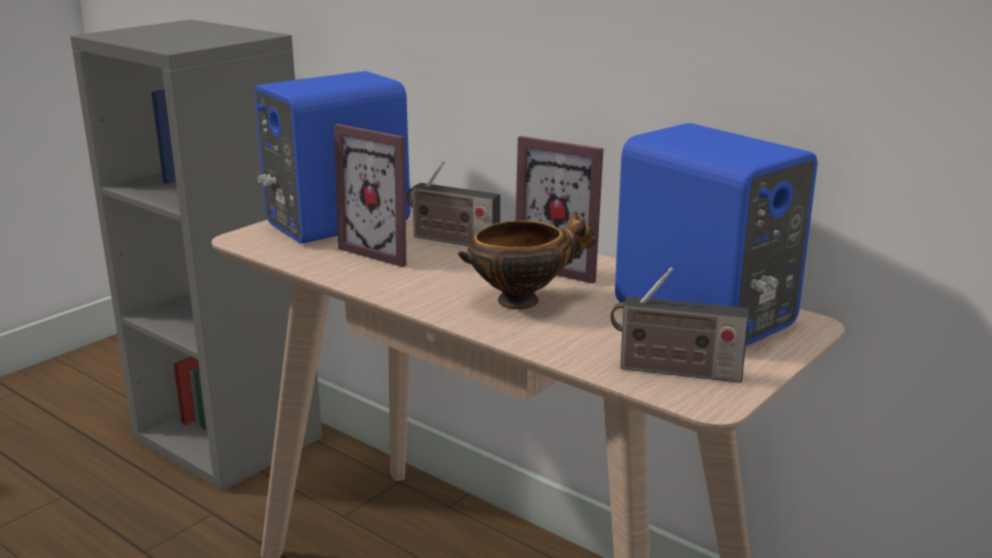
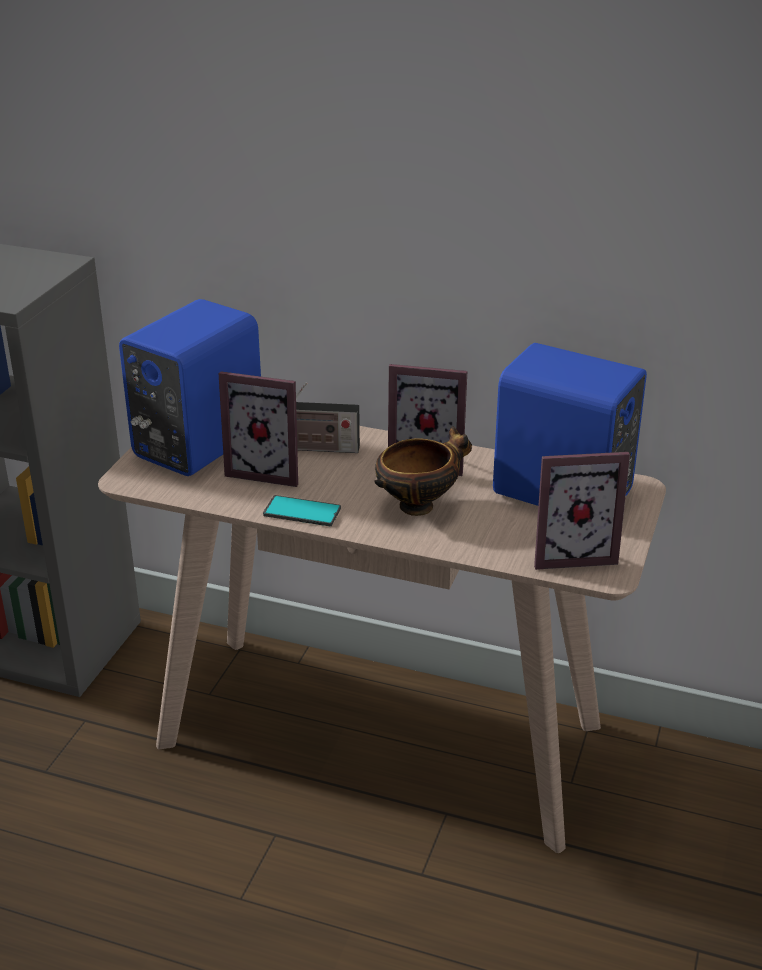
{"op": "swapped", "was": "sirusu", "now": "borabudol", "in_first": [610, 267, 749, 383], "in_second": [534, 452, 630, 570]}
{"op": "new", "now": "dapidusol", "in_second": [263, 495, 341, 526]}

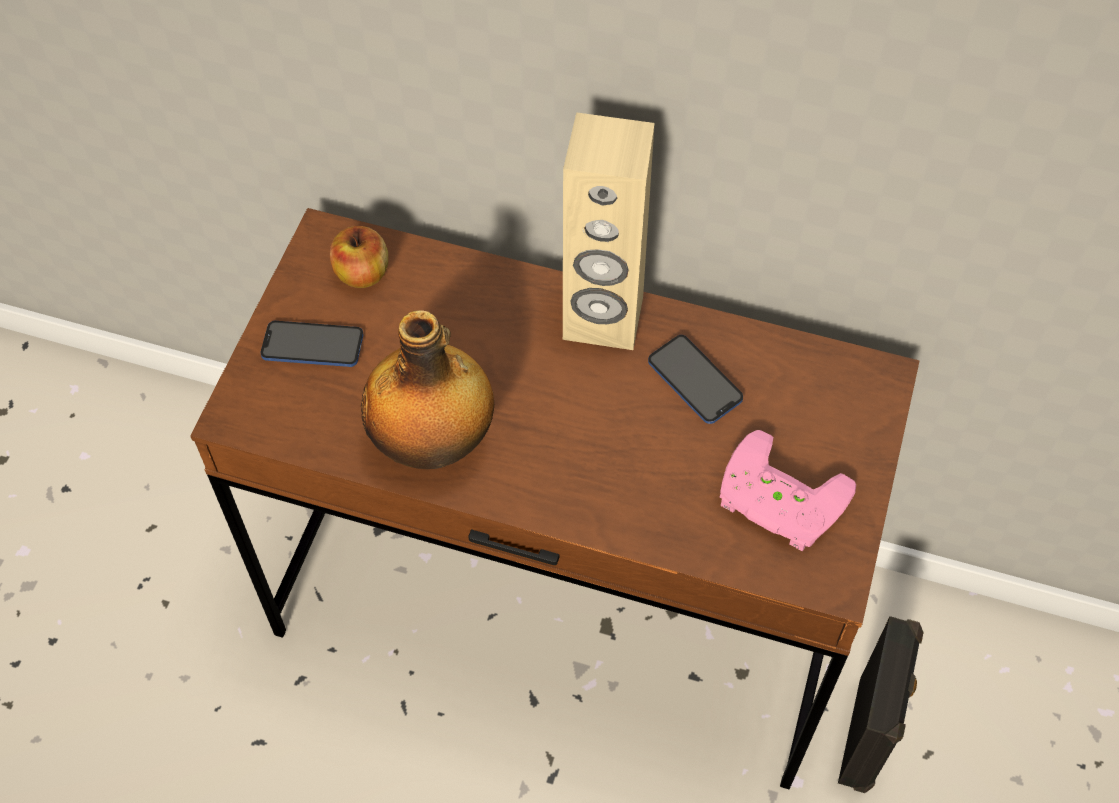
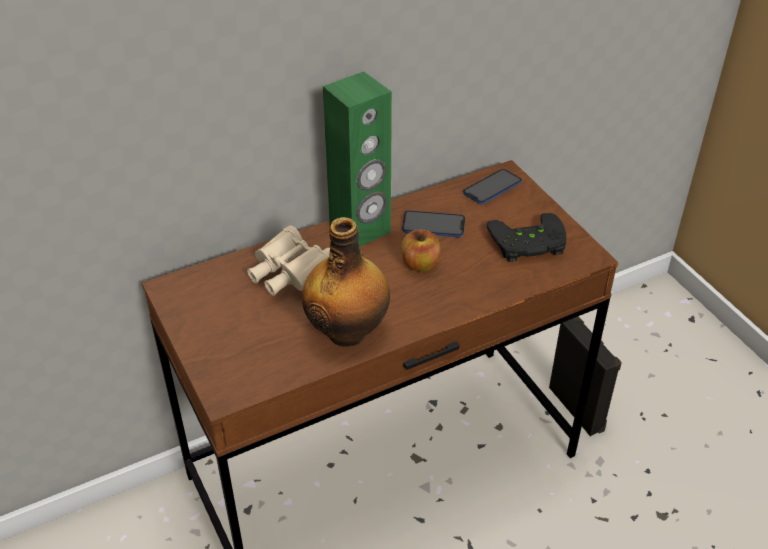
{"op": "repainted", "was": "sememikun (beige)", "now": "sememikun (green)", "in_first": [563, 112, 655, 350], "in_second": [323, 72, 392, 247]}
{"op": "shifted", "was": "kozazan", "in_first": [330, 226, 388, 288], "in_second": [401, 230, 441, 272]}
{"op": "shifted", "was": "dapidusol", "in_first": [261, 321, 364, 367], "in_second": [463, 169, 522, 204]}
{"op": "repainted", "was": "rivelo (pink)", "now": "rivelo (black)", "in_first": [720, 430, 856, 551], "in_second": [487, 213, 566, 262]}
{"op": "new", "now": "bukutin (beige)", "in_second": [247, 226, 330, 296]}

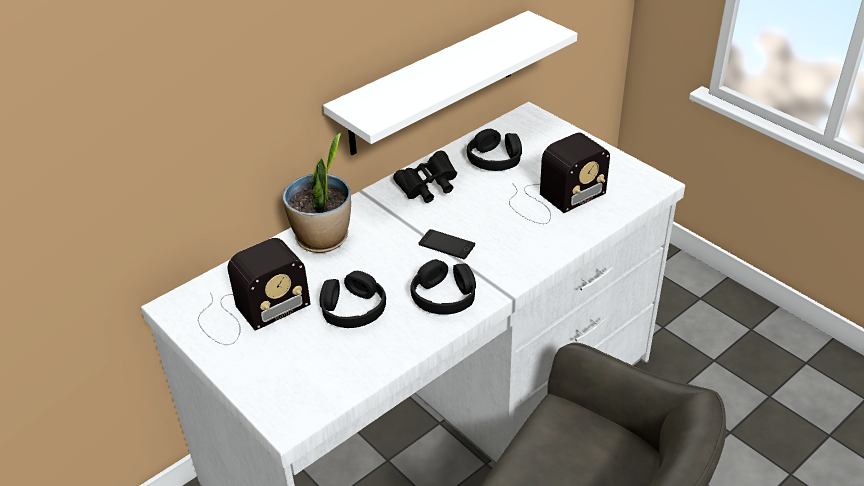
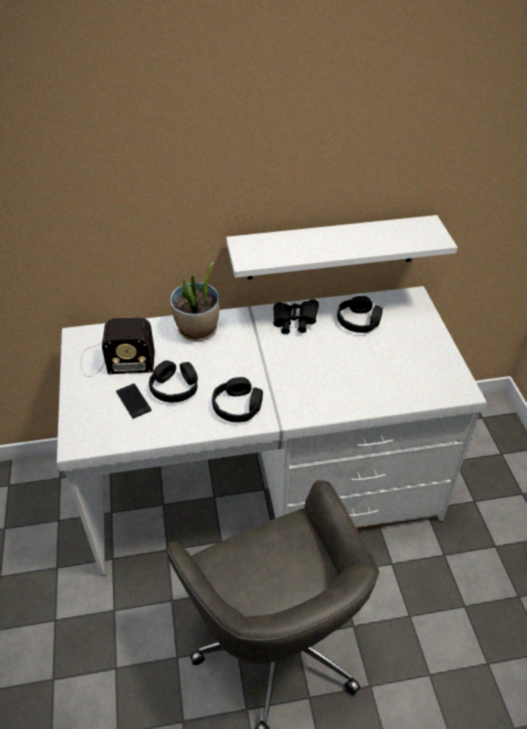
{"op": "gone", "was": "sirusu", "in_first": [509, 132, 610, 224]}
{"op": "shifted", "was": "dapidusol", "in_first": [419, 229, 475, 259], "in_second": [116, 384, 151, 418]}

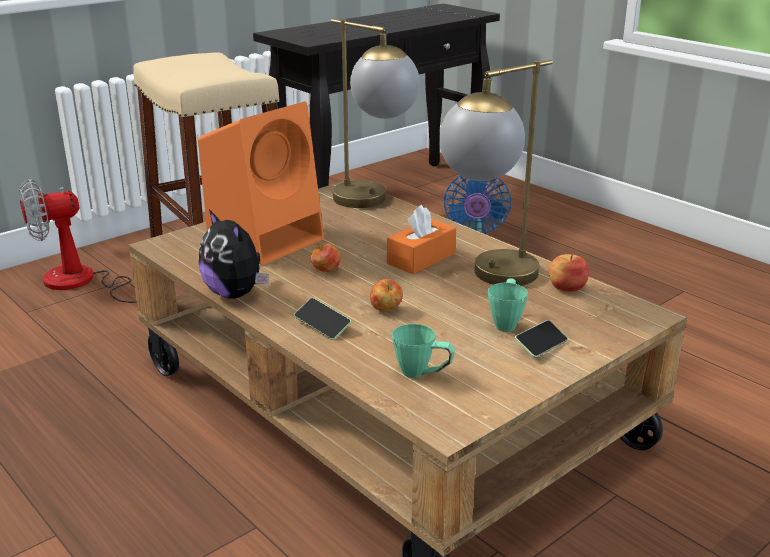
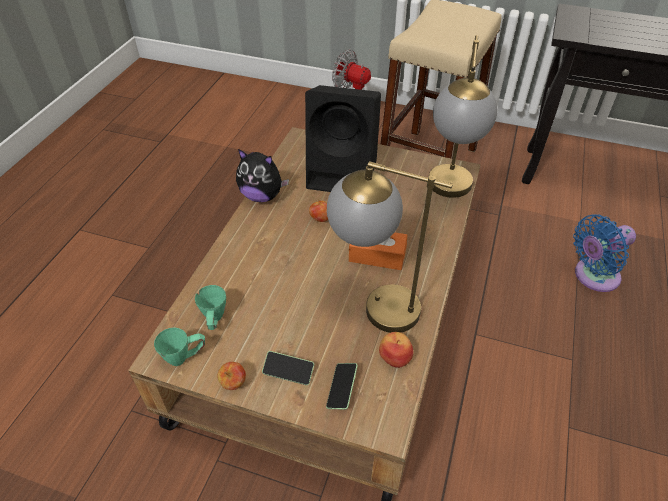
{"op": "repainted", "was": "sememikun (orange)", "now": "sememikun (black)", "in_first": [198, 102, 324, 265], "in_second": [305, 85, 381, 192]}
{"op": "rotated", "was": "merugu", "in_first": [199, 209, 269, 299], "in_second": [236, 149, 289, 202], "clockwise": -90}
{"op": "shifted", "was": "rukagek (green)", "in_first": [488, 278, 528, 332], "in_second": [154, 328, 205, 366]}
{"op": "shifted", "was": "kozazan", "in_first": [370, 279, 403, 312], "in_second": [217, 362, 246, 390]}
{"op": "shifted", "was": "dapidusol", "in_first": [294, 298, 351, 340], "in_second": [326, 363, 358, 410]}

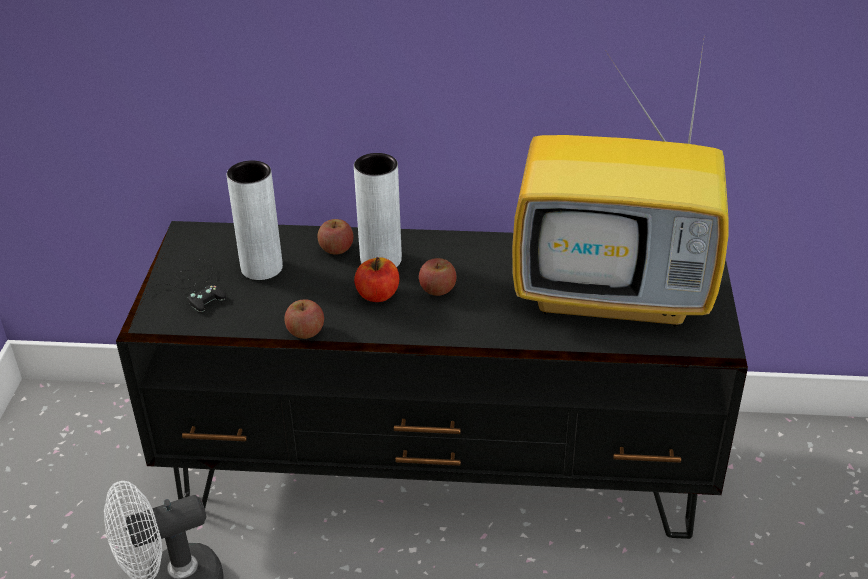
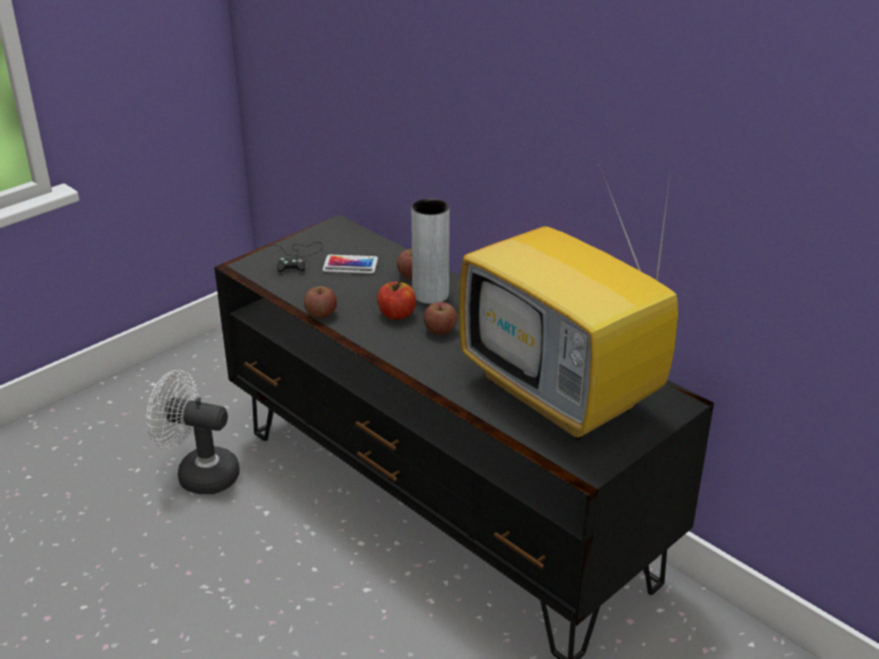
{"op": "swapped", "was": "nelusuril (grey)", "now": "dapidusol", "in_first": [226, 160, 283, 280], "in_second": [322, 255, 378, 274]}

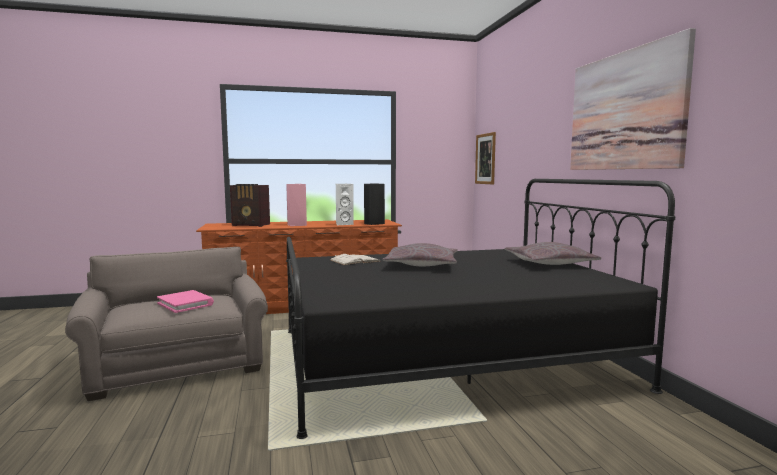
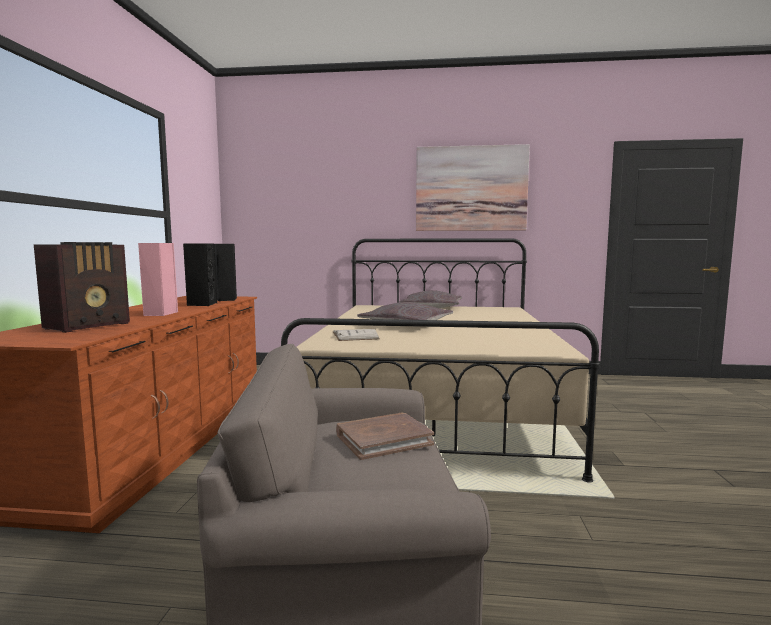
{"op": "gone", "was": "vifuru", "in_first": [475, 132, 496, 184]}
{"op": "repainted", "was": "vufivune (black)", "now": "vufivune (beige)", "in_first": [286, 179, 675, 439], "in_second": [281, 238, 600, 483]}
{"op": "repainted", "was": "sememikun (white)", "now": "sememikun (black)", "in_first": [336, 184, 354, 225], "in_second": [183, 243, 217, 306]}
{"op": "repainted", "was": "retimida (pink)", "now": "retimida (brown)", "in_first": [157, 290, 214, 313], "in_second": [336, 413, 434, 460]}

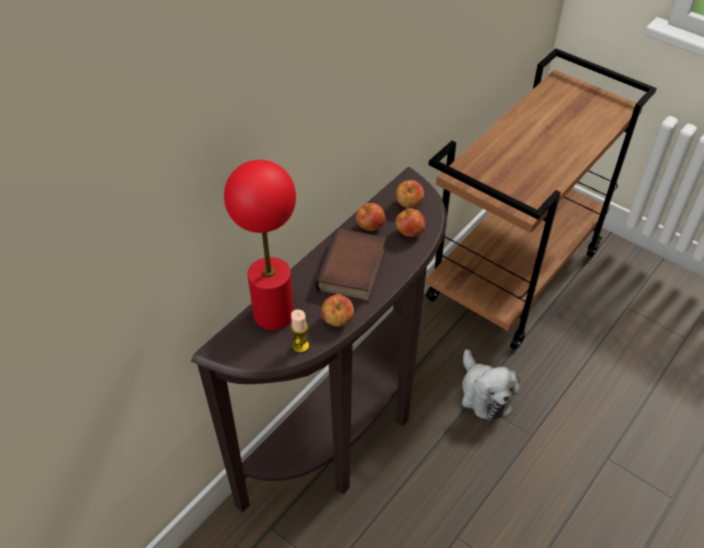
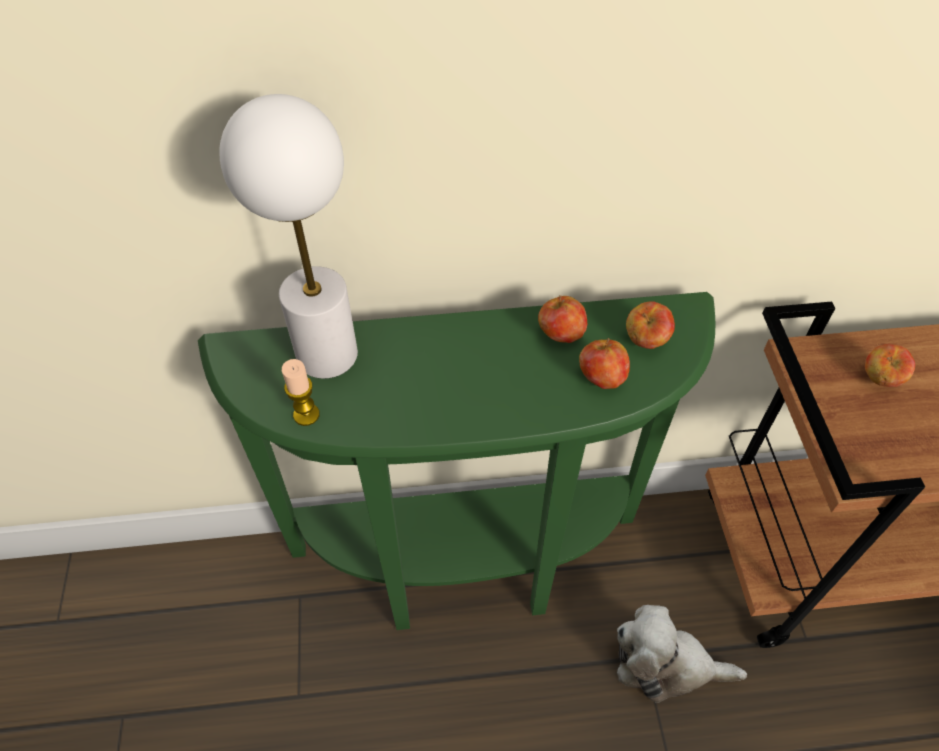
{"op": "repainted", "was": "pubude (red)", "now": "pubude (white)", "in_first": [224, 160, 296, 330], "in_second": [220, 94, 358, 379]}
{"op": "repainted", "was": "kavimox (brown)", "now": "kavimox (green)", "in_first": [191, 167, 447, 512], "in_second": [198, 292, 715, 630]}
{"op": "gone", "was": "retimida", "in_first": [315, 228, 386, 302]}
{"op": "shifted", "was": "kozazan", "in_first": [321, 294, 354, 327], "in_second": [865, 344, 915, 387]}
{"op": "rotated", "was": "merugu", "in_first": [462, 349, 520, 421], "in_second": [617, 605, 747, 703], "clockwise": 75}

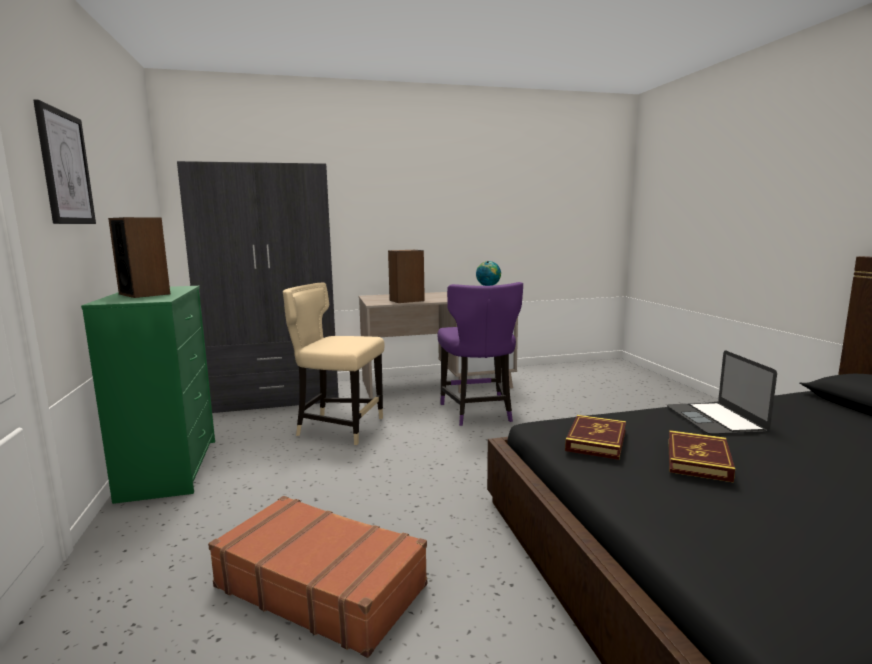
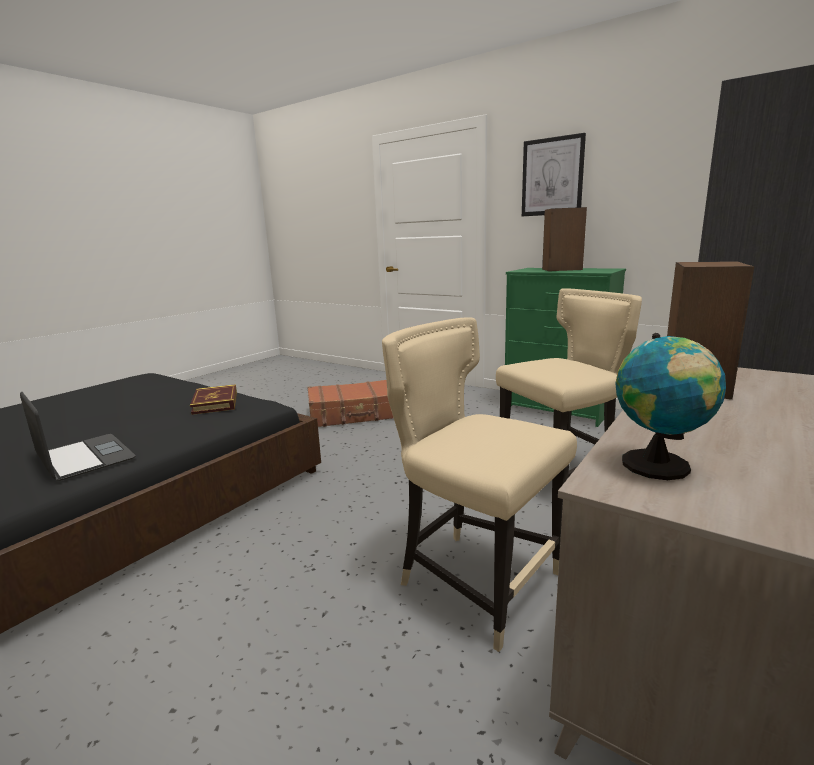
{"op": "repainted", "was": "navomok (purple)", "now": "navomok (beige)", "in_first": [438, 282, 523, 426], "in_second": [382, 317, 577, 652]}
{"op": "gone", "was": "retimida", "in_first": [668, 430, 735, 482]}

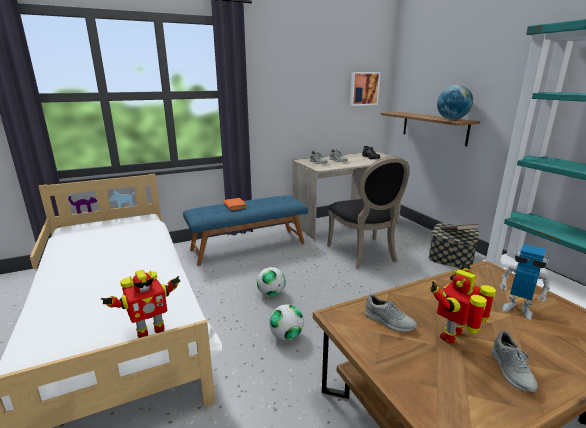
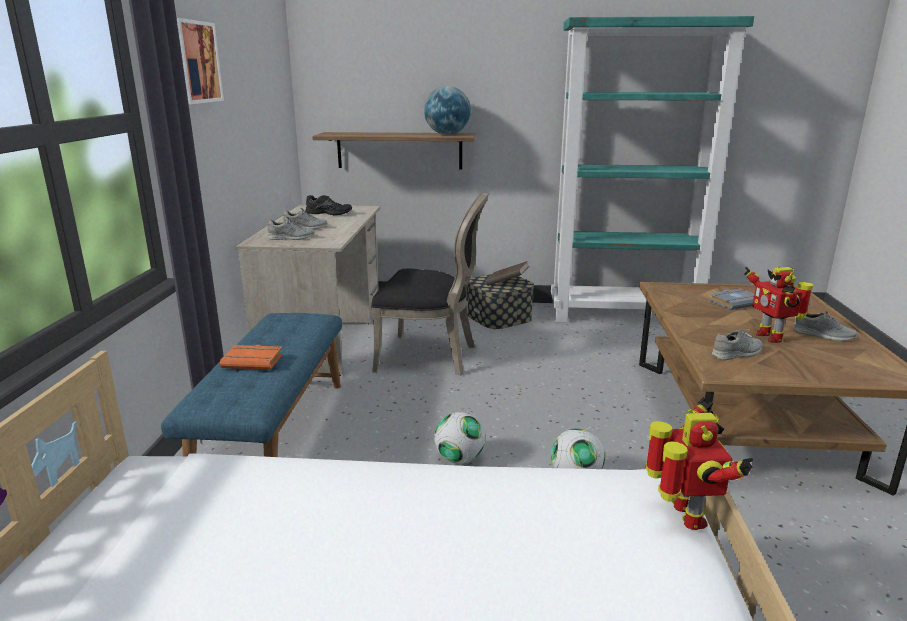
{"op": "shifted", "was": "vifuru", "in_first": [350, 72, 380, 106], "in_second": [177, 18, 224, 104]}
{"op": "swapped", "was": "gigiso", "now": "retimida (grey)", "in_first": [499, 244, 550, 320], "in_second": [708, 288, 754, 310]}

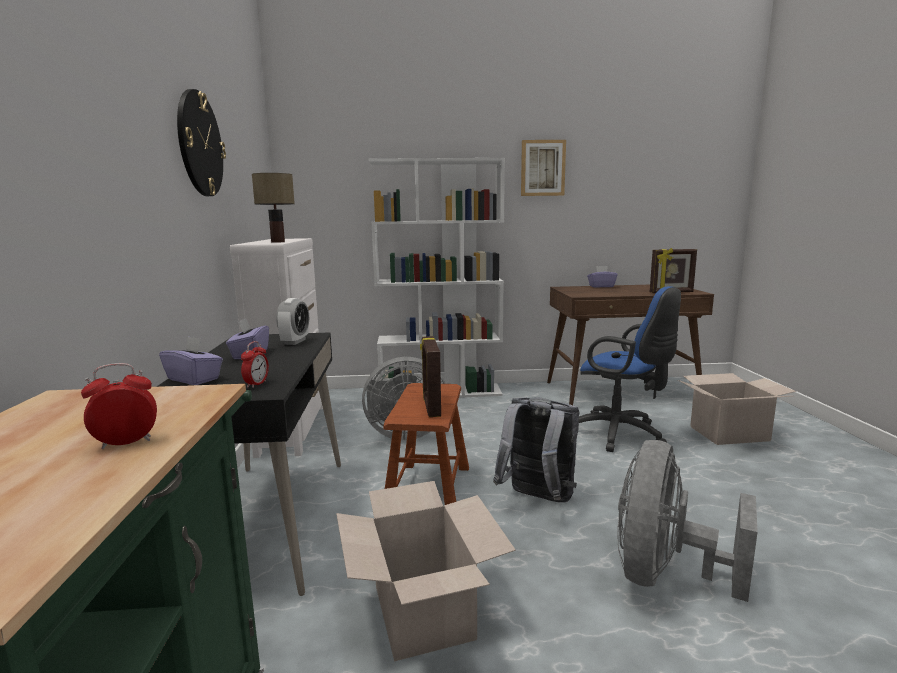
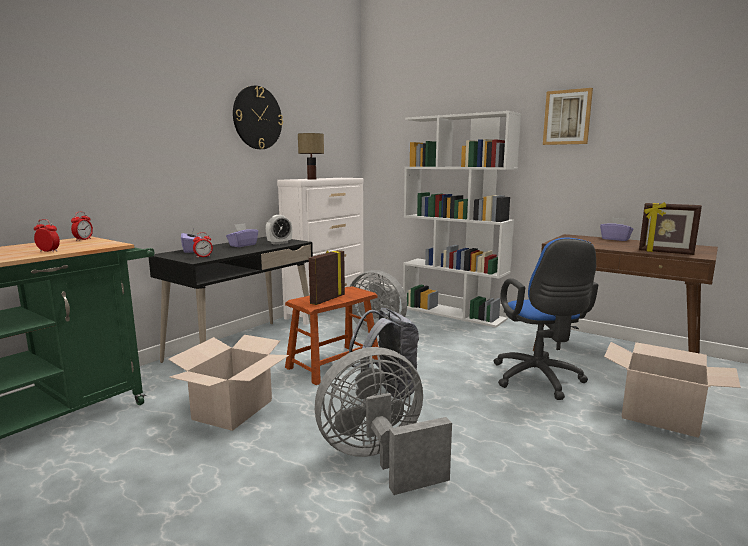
{"op": "new", "now": "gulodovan", "in_second": [71, 212, 93, 241]}

